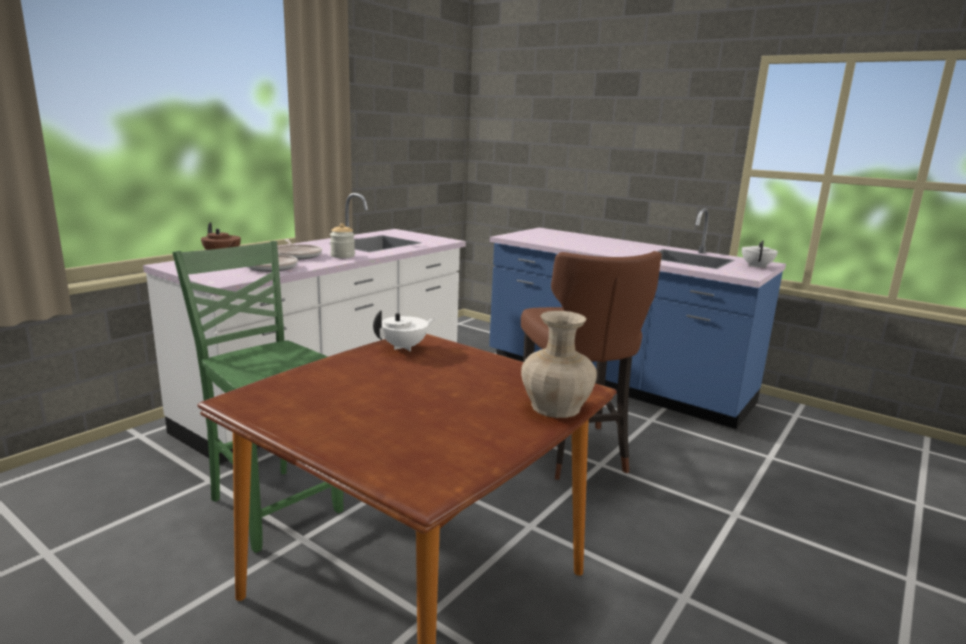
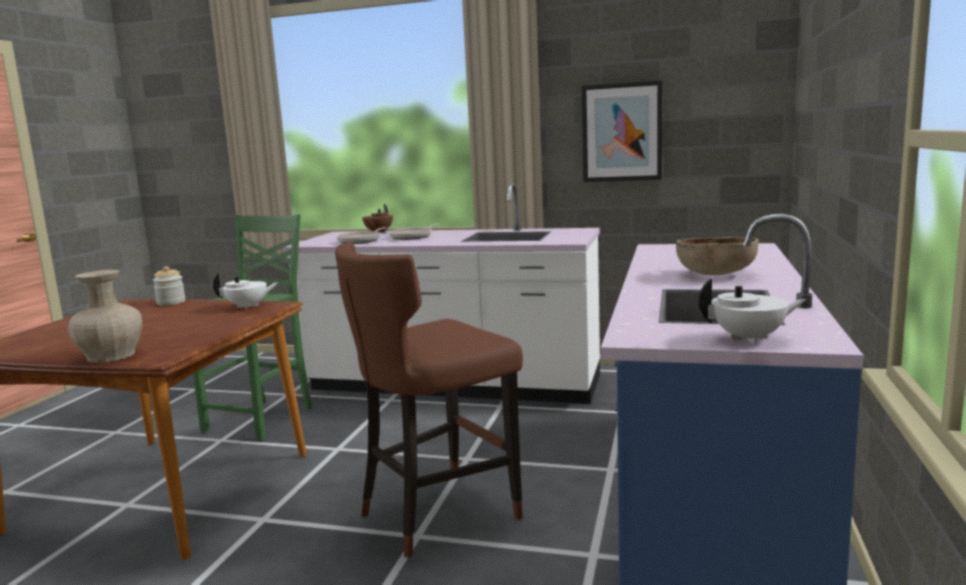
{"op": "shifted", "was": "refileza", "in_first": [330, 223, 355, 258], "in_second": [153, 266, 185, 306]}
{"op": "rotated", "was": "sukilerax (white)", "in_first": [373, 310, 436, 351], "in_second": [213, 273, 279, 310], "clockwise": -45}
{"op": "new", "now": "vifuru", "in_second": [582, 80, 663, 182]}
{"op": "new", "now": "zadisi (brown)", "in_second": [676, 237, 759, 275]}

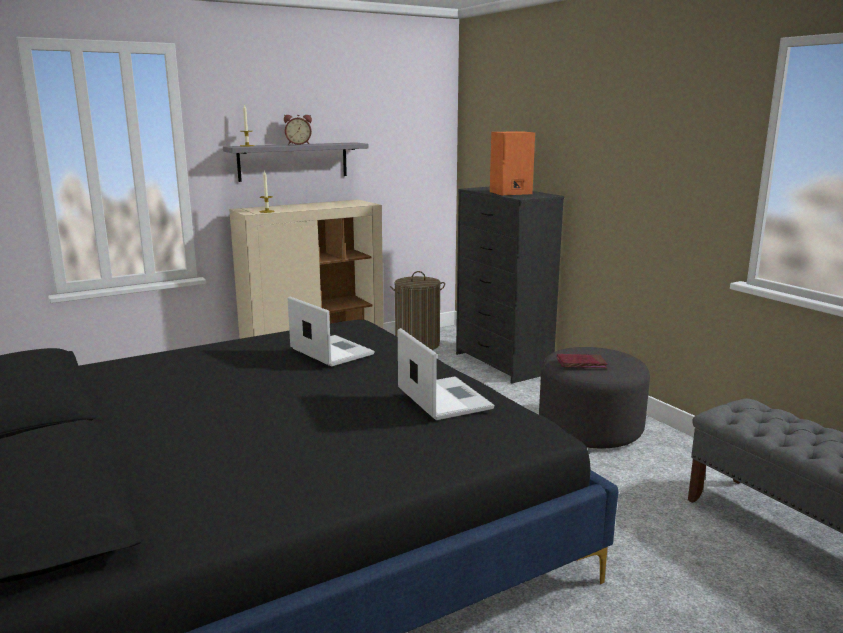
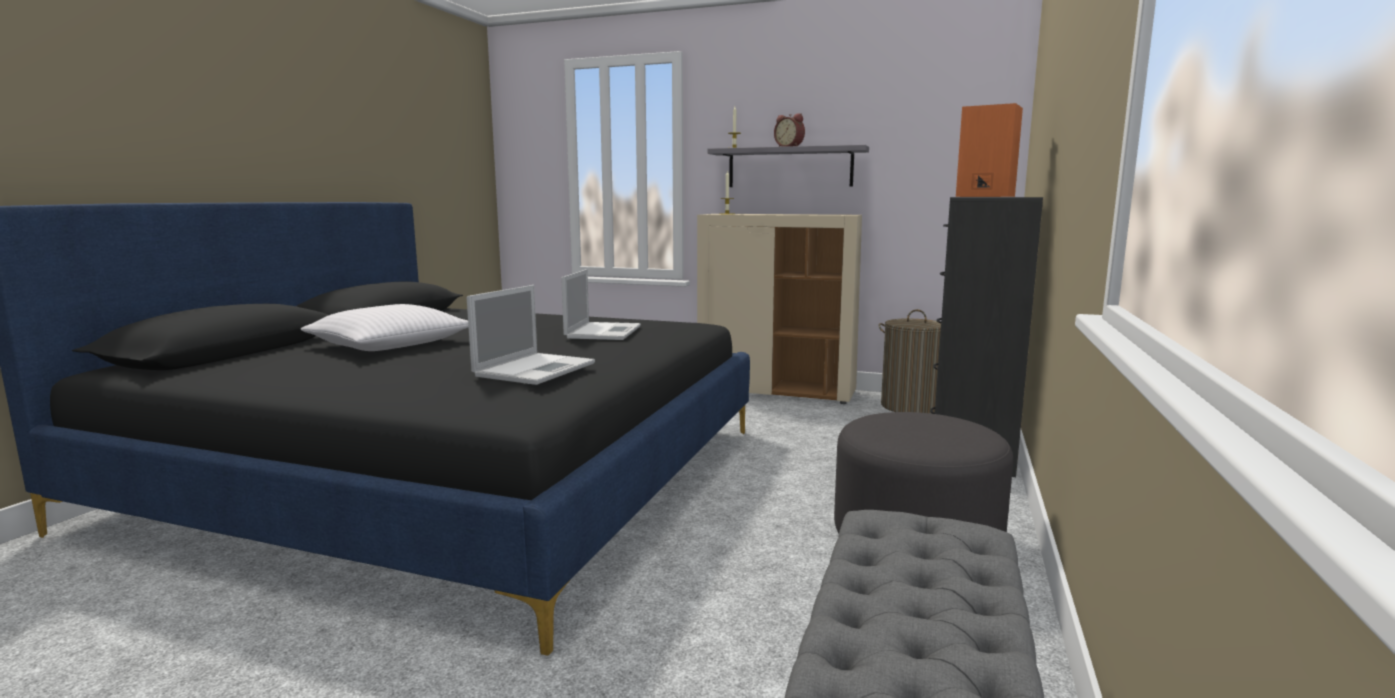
{"op": "gone", "was": "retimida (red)", "in_first": [557, 354, 607, 368]}
{"op": "new", "now": "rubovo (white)", "in_second": [301, 304, 468, 351]}

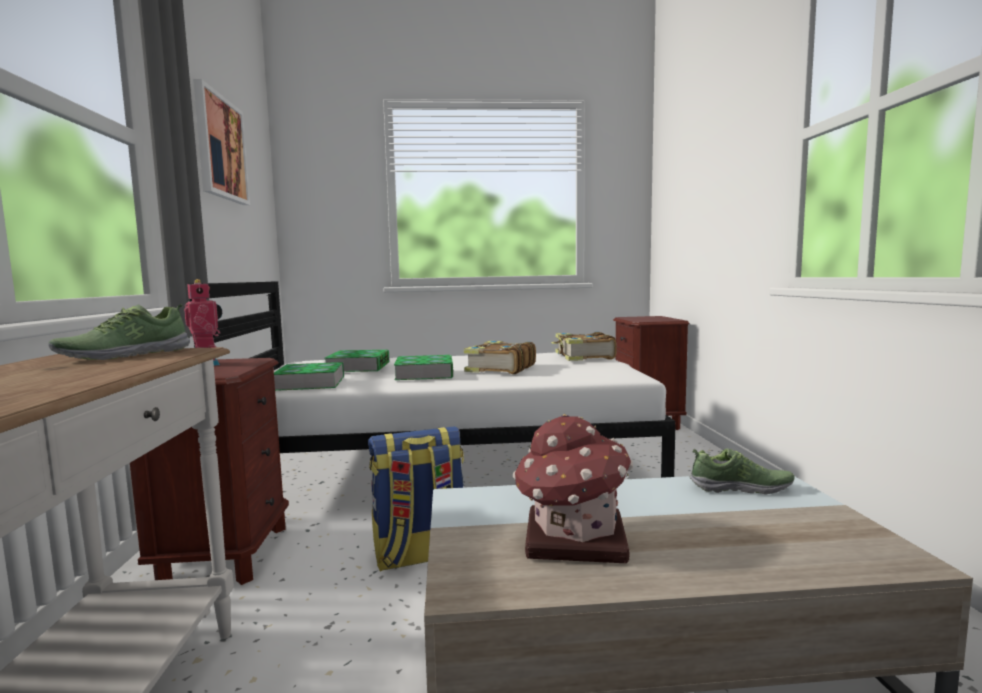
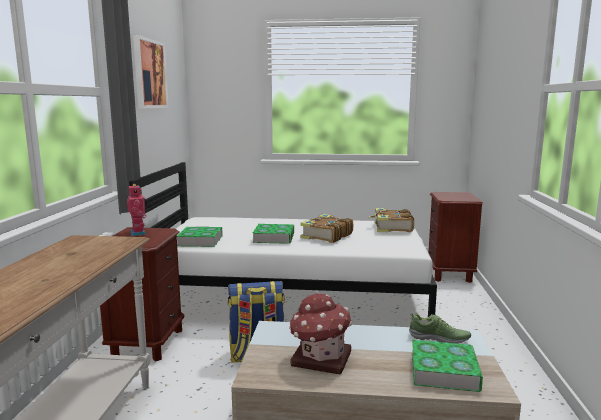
{"op": "gone", "was": "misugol", "in_first": [48, 304, 190, 360]}
{"op": "shifted", "was": "retimida", "in_first": [324, 350, 390, 372], "in_second": [411, 340, 483, 392]}

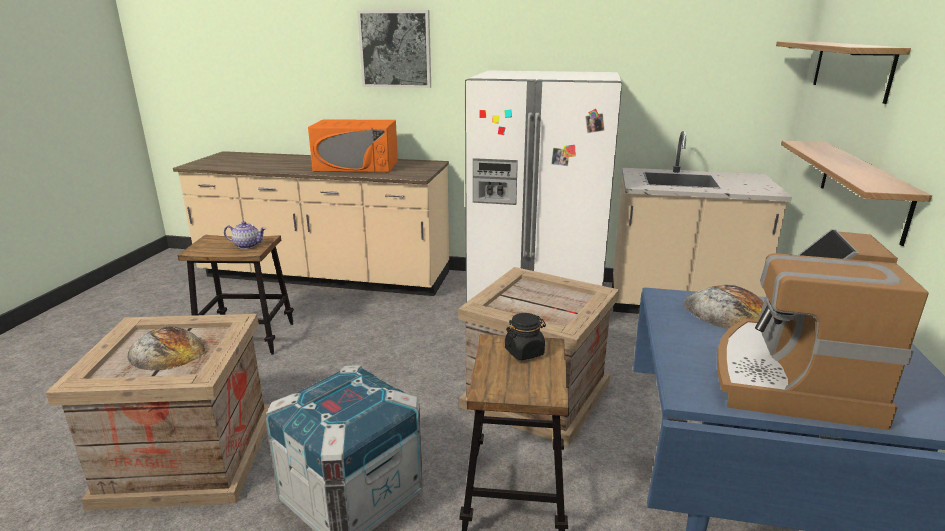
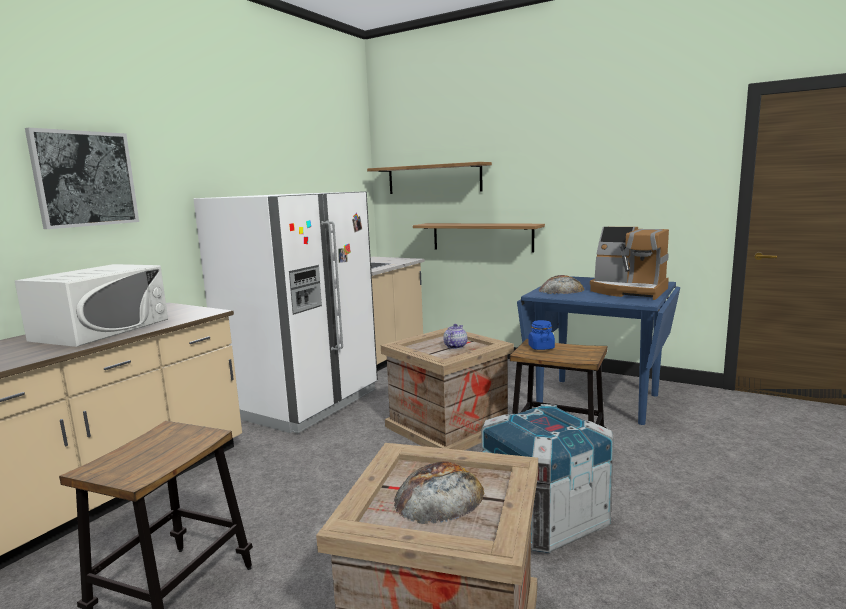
{"op": "repainted", "was": "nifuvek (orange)", "now": "nifuvek (white)", "in_first": [308, 119, 398, 172], "in_second": [14, 264, 168, 347]}
{"op": "shifted", "was": "sukilerax", "in_first": [224, 221, 266, 249], "in_second": [443, 324, 467, 349]}
{"op": "repainted", "was": "refileza (black)", "now": "refileza (blue)", "in_first": [505, 313, 546, 360], "in_second": [528, 320, 555, 350]}

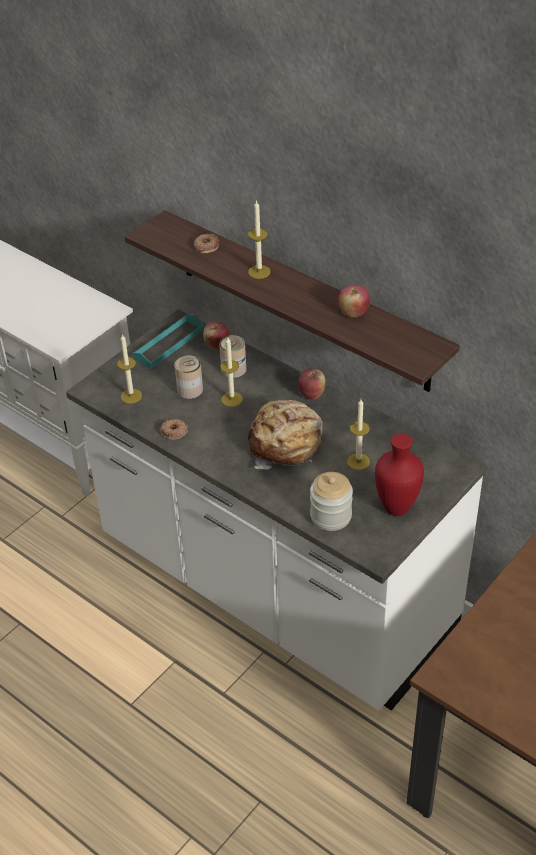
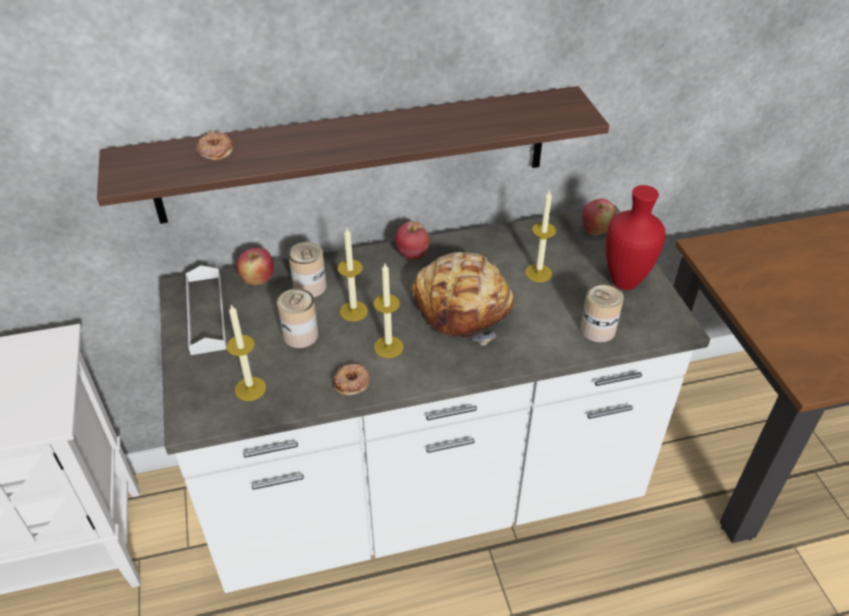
{"op": "shifted", "was": "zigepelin", "in_first": [248, 200, 271, 279], "in_second": [373, 264, 404, 358]}
{"op": "shifted", "was": "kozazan", "in_first": [338, 285, 370, 317], "in_second": [582, 199, 616, 235]}
{"op": "repainted", "was": "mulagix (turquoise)", "now": "mulagix (white)", "in_first": [132, 314, 204, 369], "in_second": [186, 265, 226, 355]}
{"op": "swapped", "was": "refileza", "now": "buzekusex", "in_first": [310, 472, 353, 531], "in_second": [580, 283, 624, 343]}

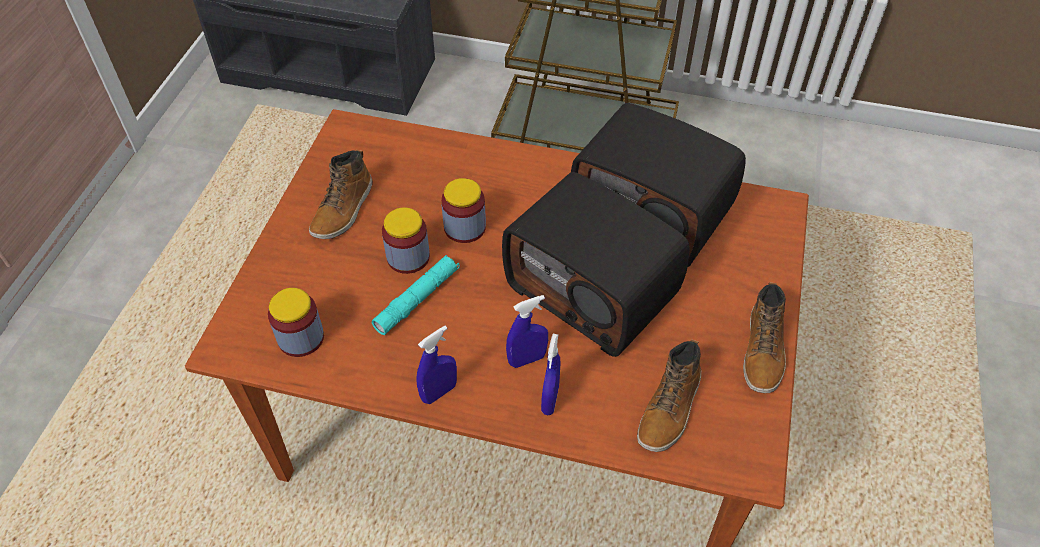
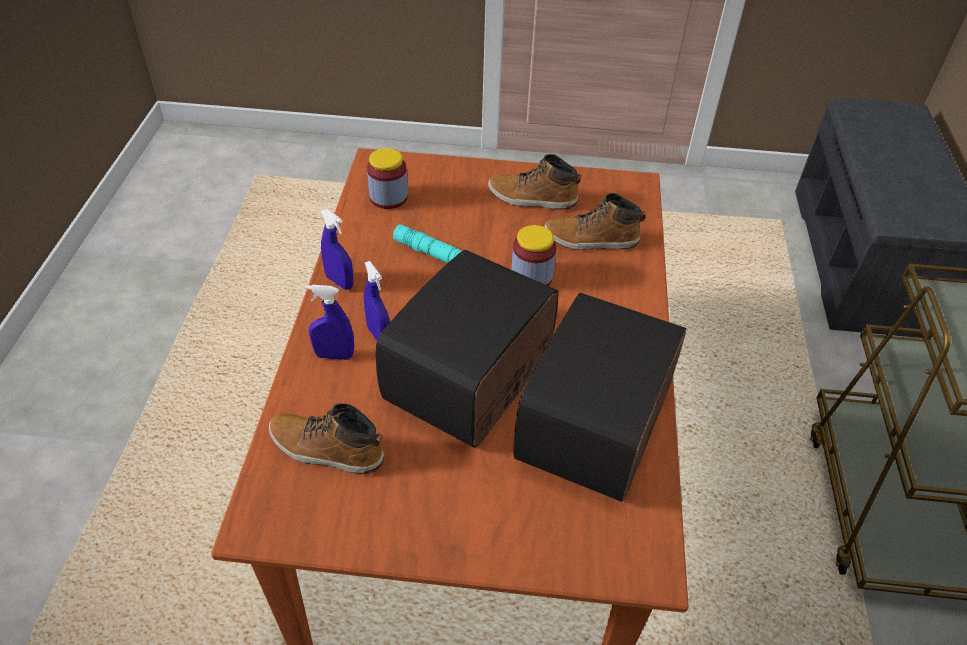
{"op": "gone", "was": "refileza", "in_first": [382, 207, 430, 274]}
{"op": "shifted", "was": "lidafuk", "in_first": [743, 283, 786, 393], "in_second": [545, 193, 645, 250]}

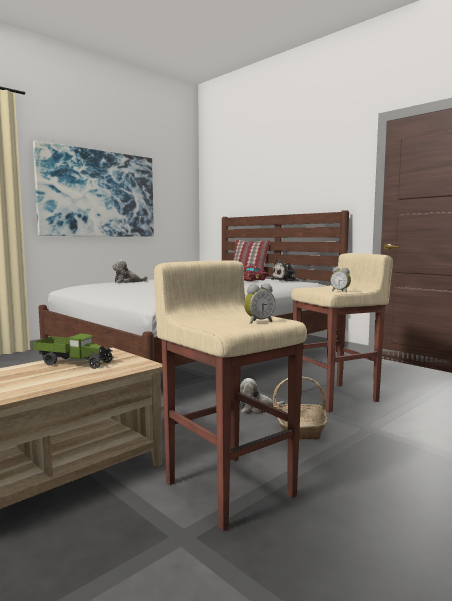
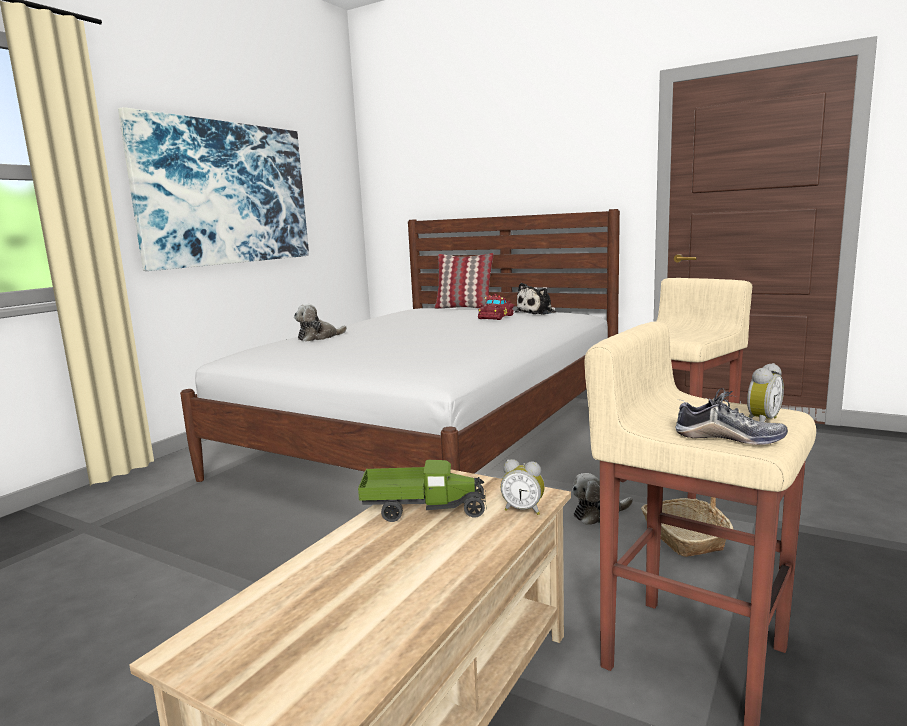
{"op": "shifted", "was": "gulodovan", "in_first": [330, 267, 351, 292], "in_second": [501, 459, 545, 515]}
{"op": "new", "now": "misugol", "in_second": [675, 388, 788, 445]}

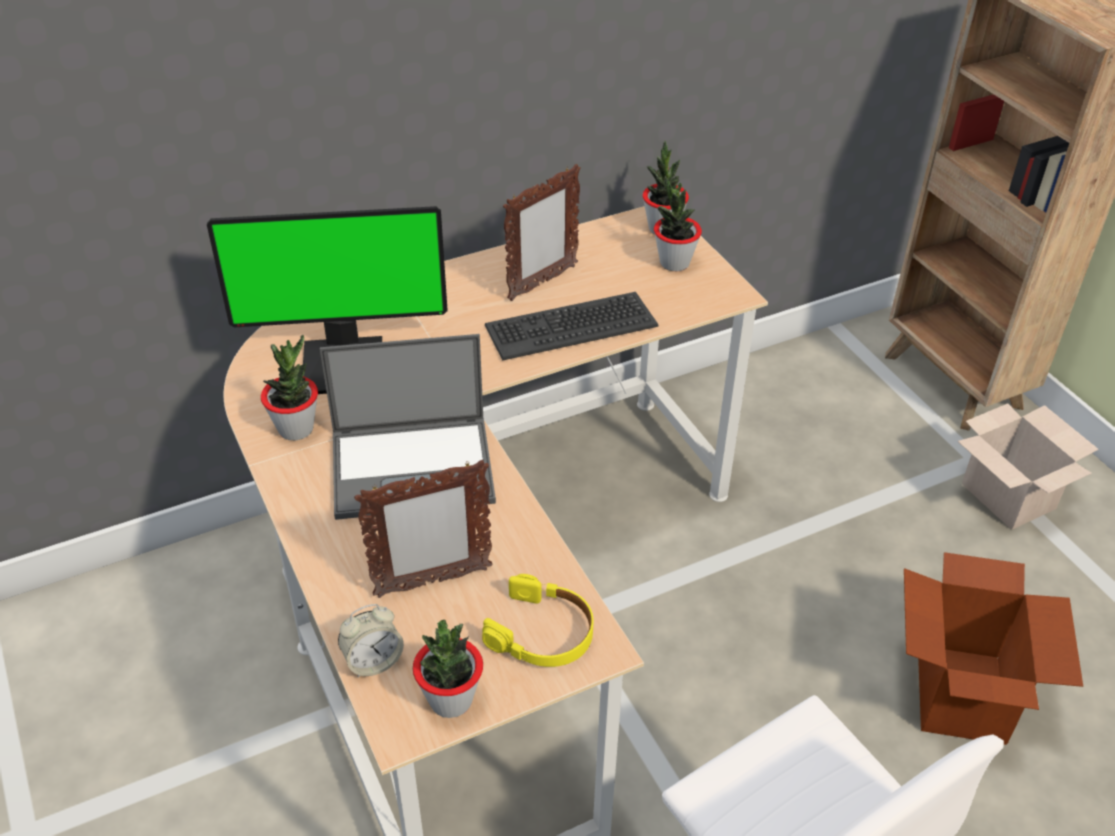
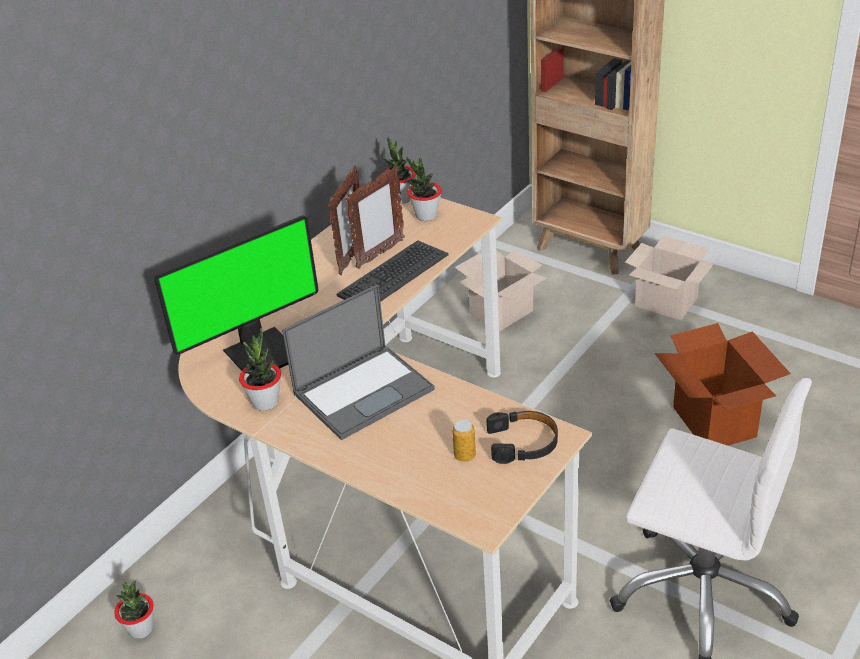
{"op": "shifted", "was": "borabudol", "in_first": [354, 460, 493, 598], "in_second": [345, 165, 405, 269]}
{"op": "repainted", "was": "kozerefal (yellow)", "now": "kozerefal (black)", "in_first": [482, 574, 594, 667], "in_second": [486, 411, 558, 464]}
{"op": "gone", "was": "gulodovan", "in_first": [338, 604, 404, 677]}
{"op": "shifted", "was": "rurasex", "in_first": [413, 620, 483, 718], "in_second": [114, 580, 154, 639]}
{"op": "new", "now": "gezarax", "in_second": [455, 250, 546, 331]}
{"op": "new", "now": "buzekusex", "in_second": [452, 420, 476, 462]}

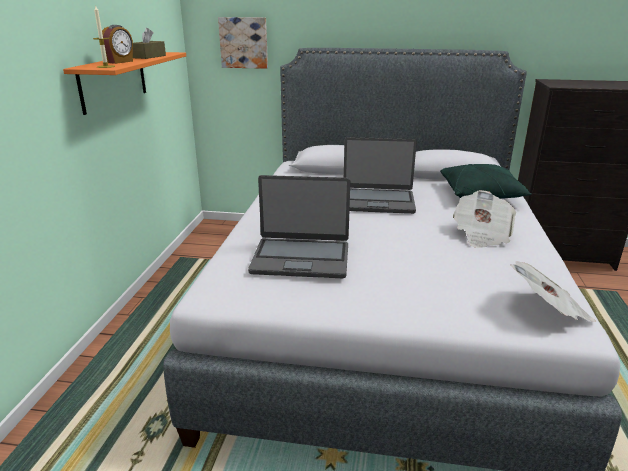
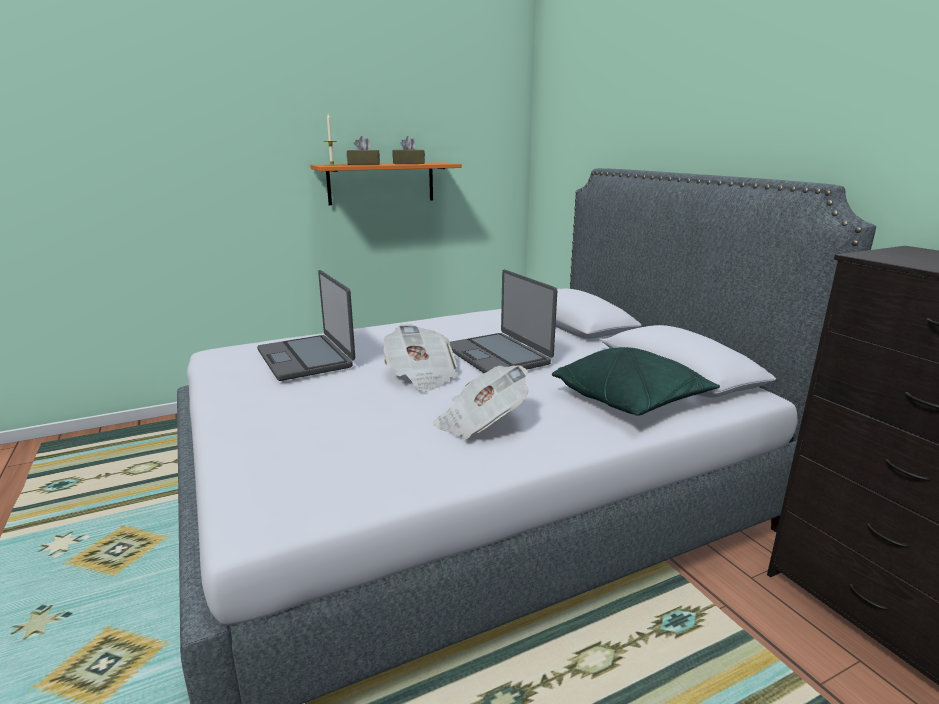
{"op": "gone", "was": "vifuru", "in_first": [218, 17, 268, 69]}
{"op": "swapped", "was": "gulodovan", "now": "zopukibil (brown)", "in_first": [102, 25, 133, 64], "in_second": [347, 136, 380, 165]}
{"op": "shifted", "was": "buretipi", "in_first": [510, 262, 596, 322], "in_second": [383, 324, 458, 392]}

